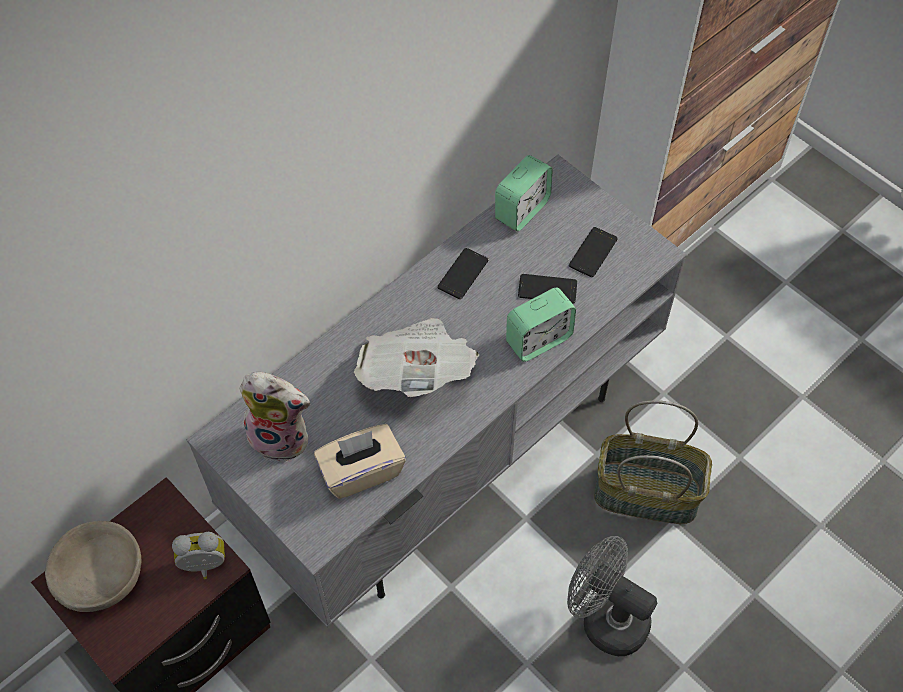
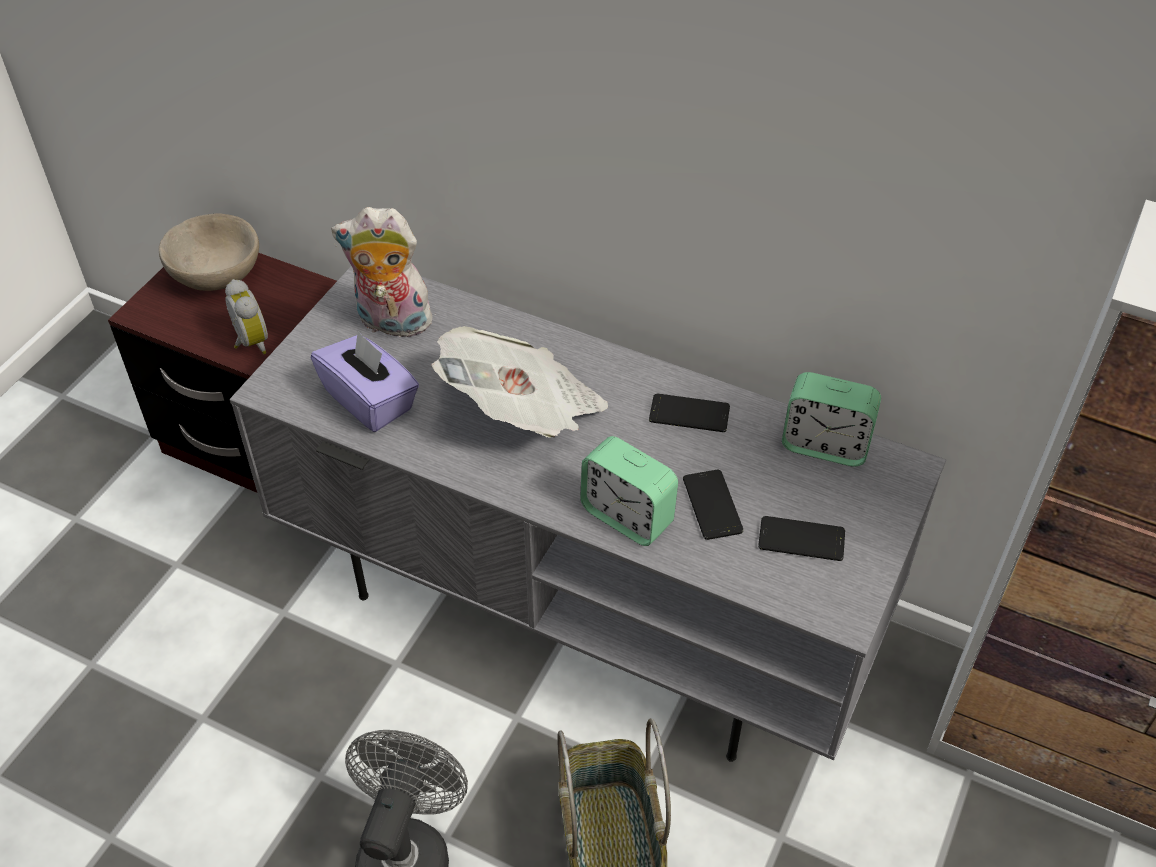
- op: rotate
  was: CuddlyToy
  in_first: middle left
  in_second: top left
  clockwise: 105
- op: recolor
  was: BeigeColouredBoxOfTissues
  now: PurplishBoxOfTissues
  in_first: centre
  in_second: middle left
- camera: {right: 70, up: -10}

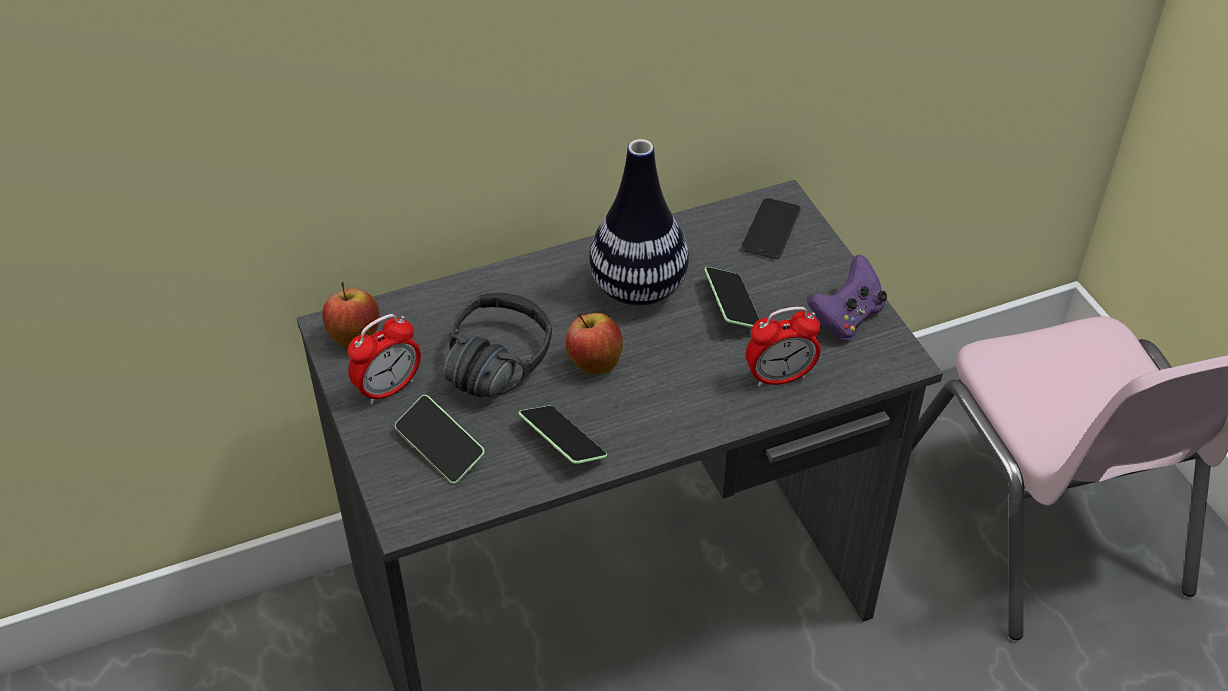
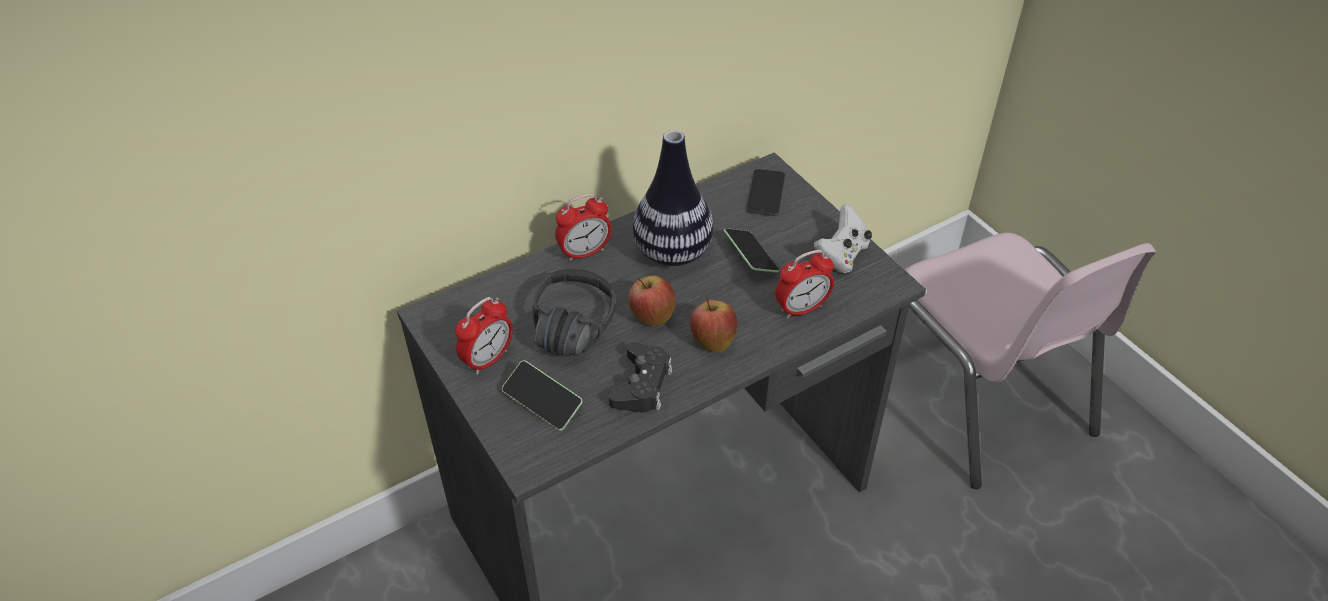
- op: move
  was: Apple (1st from left in the first image)
  now: Apple (2nd from left)
  in_first: middle left
  in_second: centre
- op: replace
  was: Handset (2nd from left)
  now: BlackJoypad
  in_first: centre
  in_second: centre
- op: recolor
  was: PurplishJoypad
  now: WhiteColouredJoypad
  in_first: middle right
  in_second: centre
- op: insert
  now: TableClock (2nd from left)
  in_second: centre
- camera: {right: -10, up: 0}

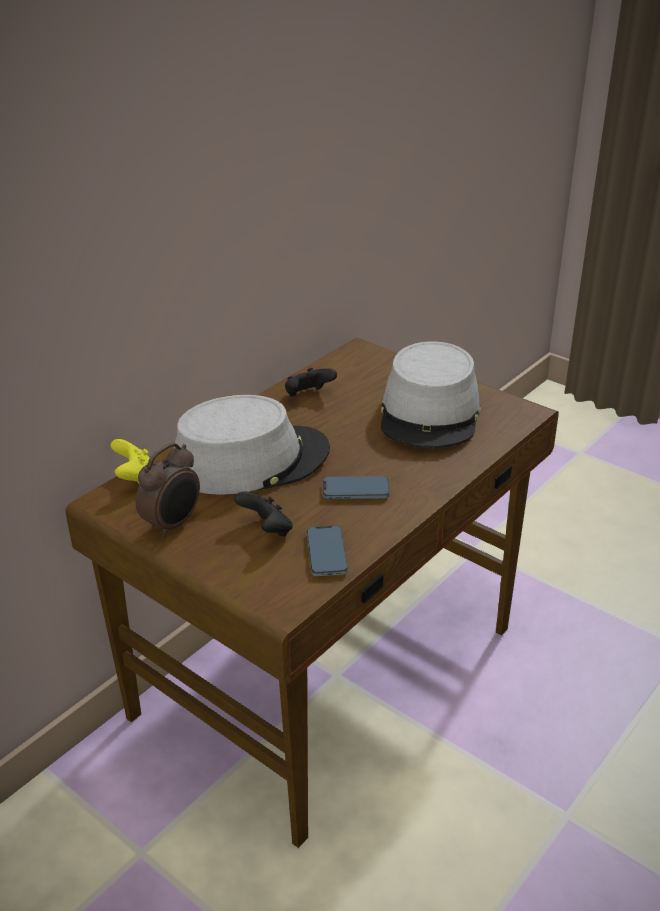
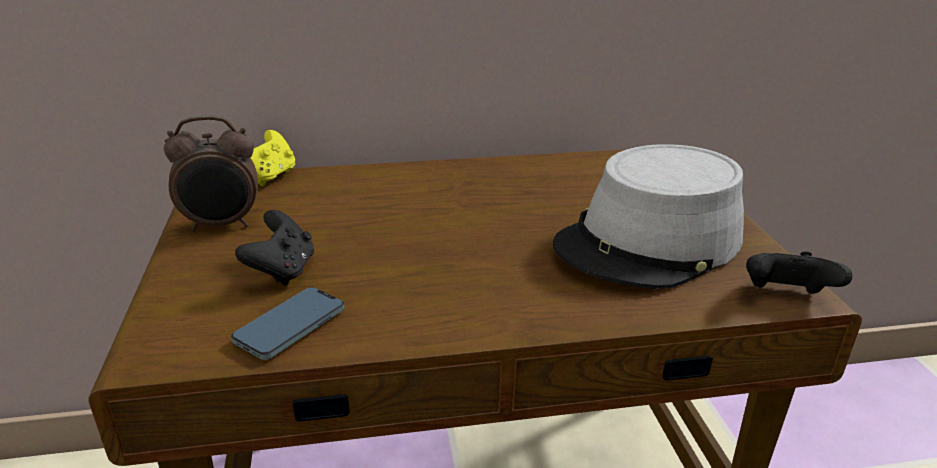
- op: delete
  was: GreyishHat (1st from left)
  in_first: centre
- op: move
  was: BlackJoypad (2nd from left)
  in_first: centre
  in_second: middle right
- op: delete
  was: Handset (2nd from left)
  in_first: centre
- camera: {right: 40, up: -5}

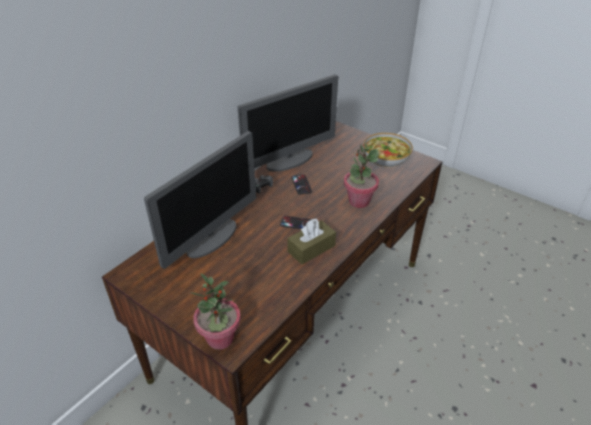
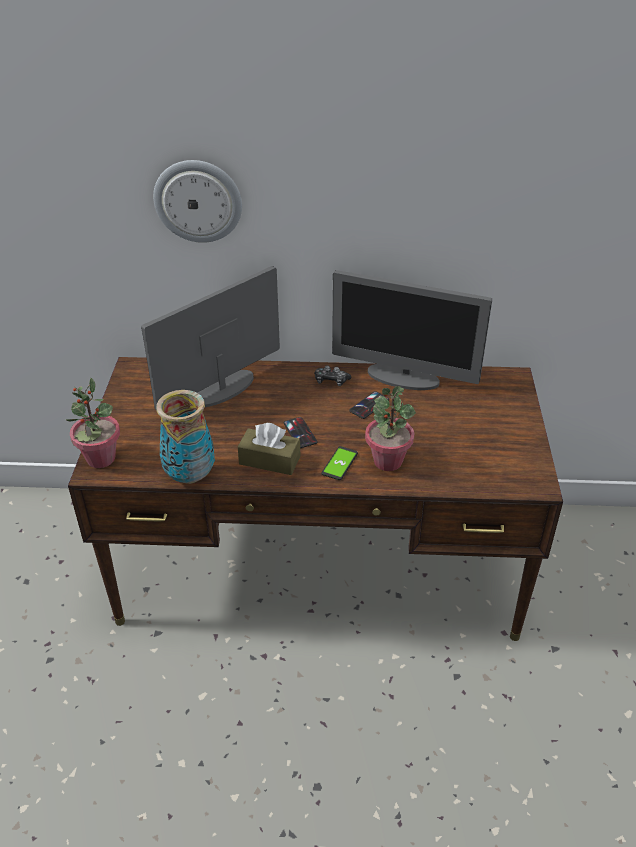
- op: rotate
  was: ComputerScreen (1st from left)
  in_first: centre
  in_second: middle left
  clockwise: 135
- op: delete
  was: ServingBowl
  in_first: centre
- op: insert
  now: HangingClock
  in_second: top left
- op: insert
  now: FlowerVase
  in_second: middle left
- op: insert
  now: Handset (2nd from left)
  in_second: centre
- camera: {right: 55, up: 0}

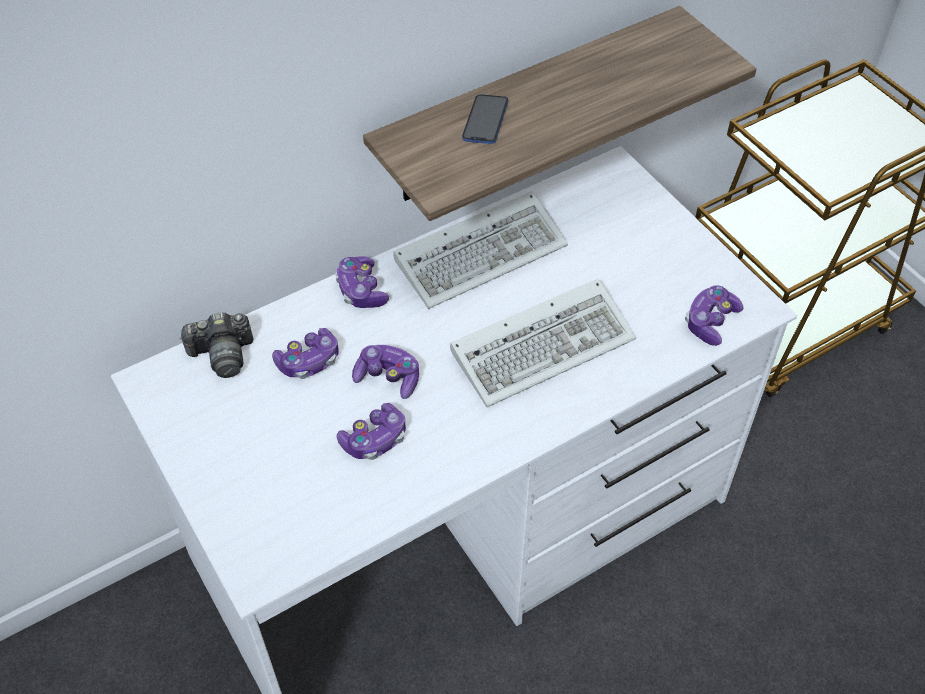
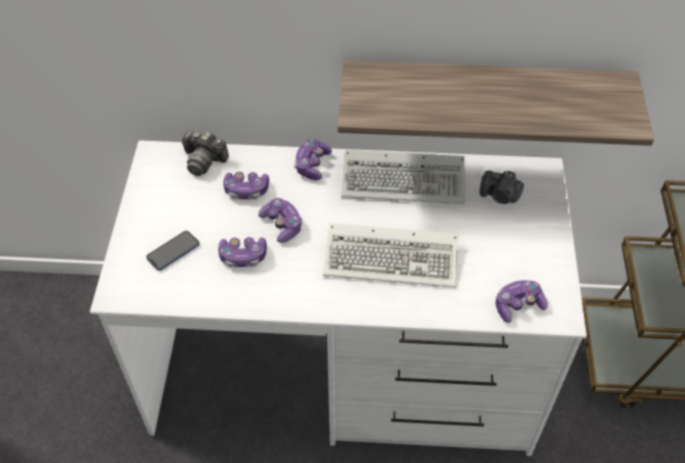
- op: move
  was: Handset
  in_first: top centre
  in_second: middle left
- op: insert
  now: PhotoCamera (2nd from left)
  in_second: middle right
- camera: {right: 35, up: 0}

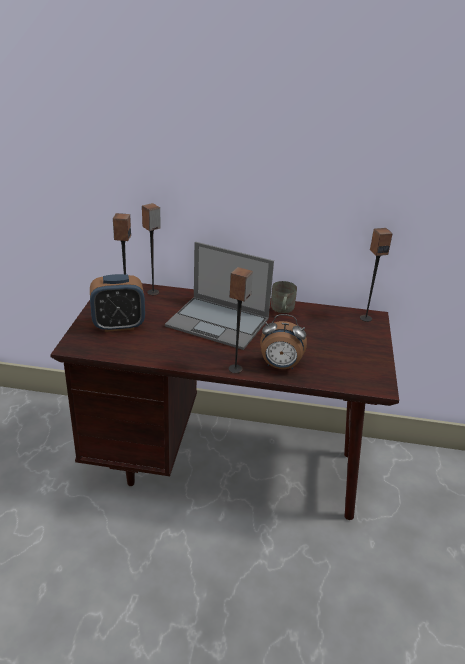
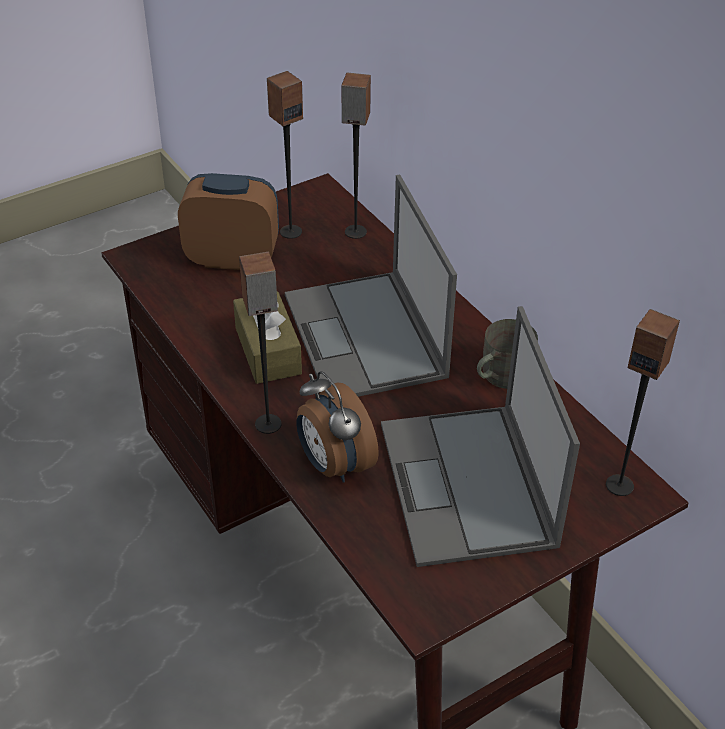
- op: rotate
  was: TableClock (1st from left)
  in_first: middle left
  in_second: top left
  clockwise: 150
- op: insert
  now: BrownColouredBoxOfTissues
  in_second: centre
- op: insert
  now: PortableComputer (2nd from left)
  in_second: centre
- camera: {right: 50, up: 10}

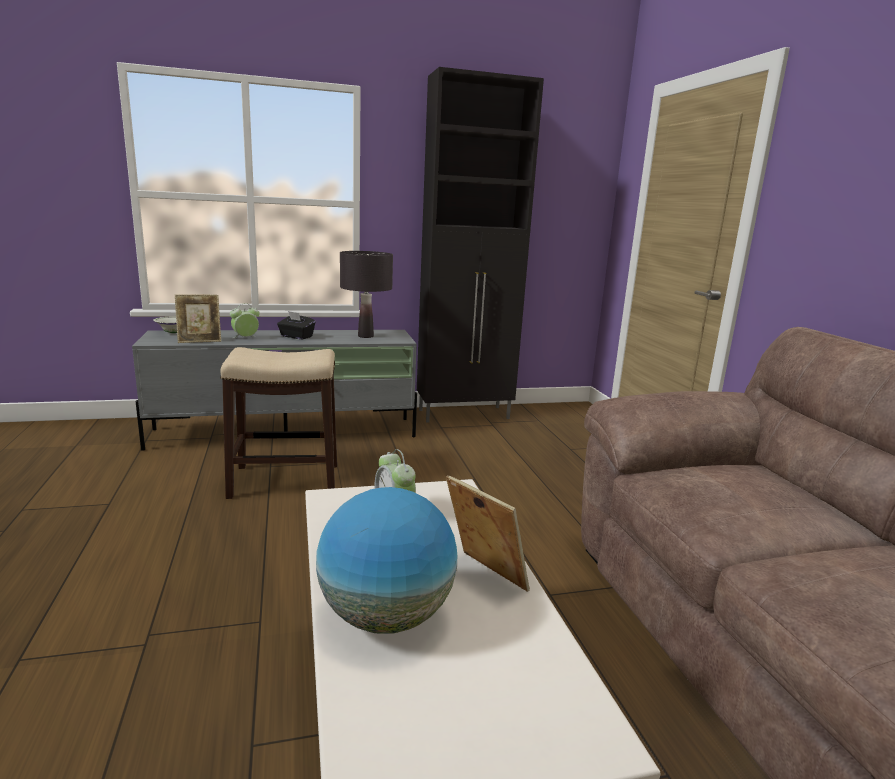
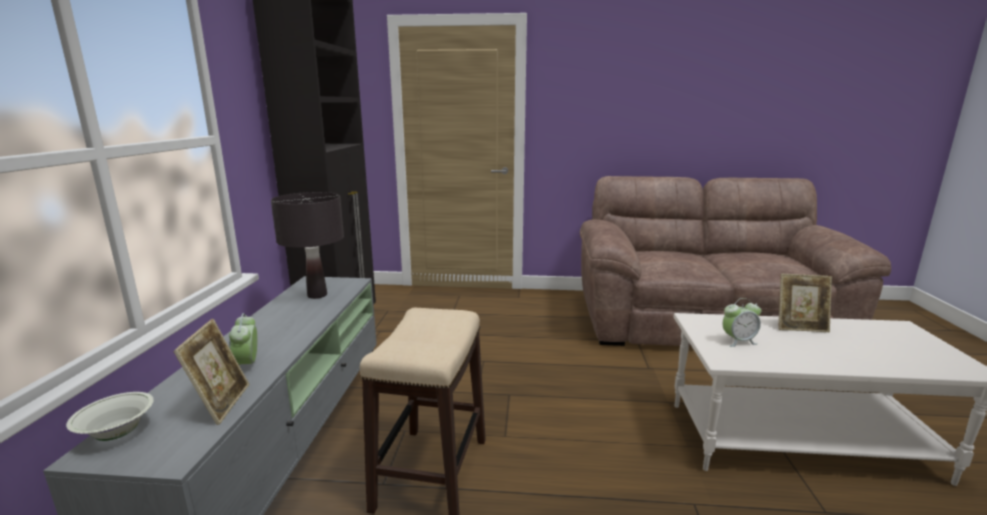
- op: delete
  was: BlackBoxOfTissues
  in_first: middle left
- op: delete
  was: Globe
  in_first: bottom centre
- op: rotate
  was: PictureFrame (2nd from left)
  in_first: bottom centre
  in_second: middle right
  clockwise: -150
- camera: {right: -70, up: 0}

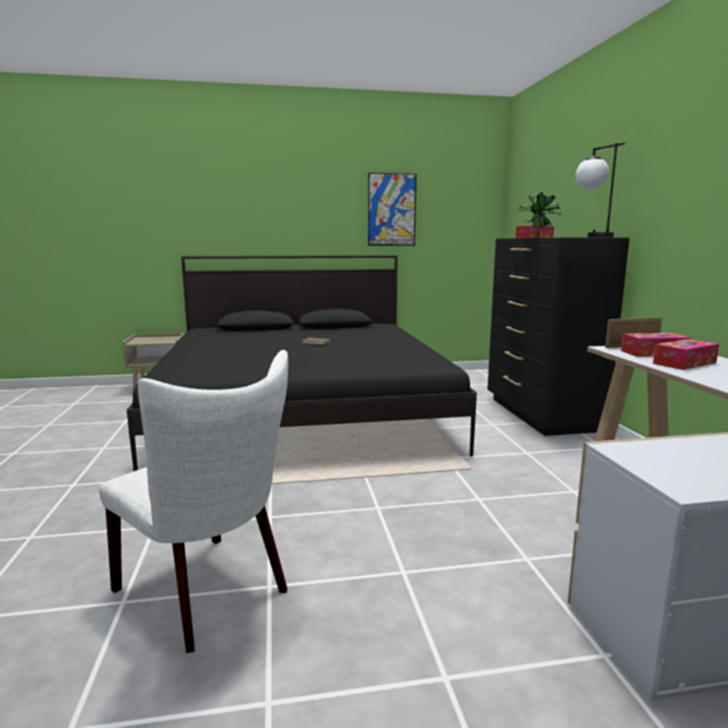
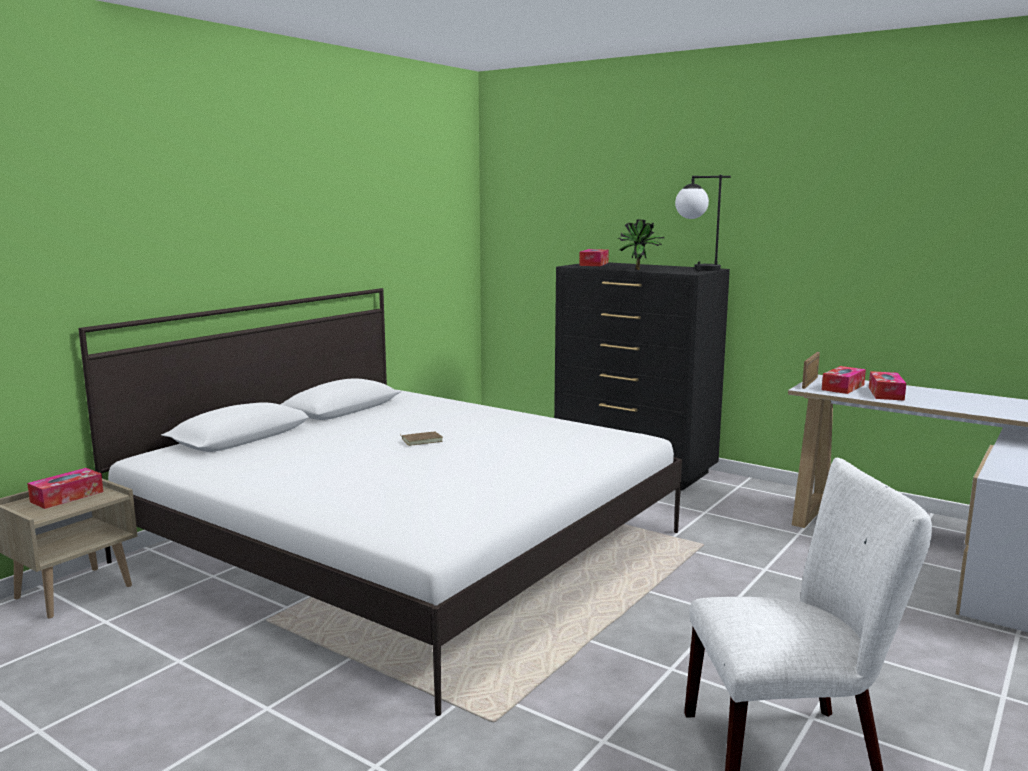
- op: recolor
  was: BlackSleepingBed
  now: WhiteColouredSleepingBed
  in_first: centre
  in_second: centre
- op: delete
  was: WallArt
  in_first: top centre
- op: insert
  now: BoxOfTissues (1st from left)
  in_second: middle left
- camera: {right: -45, up: 0}

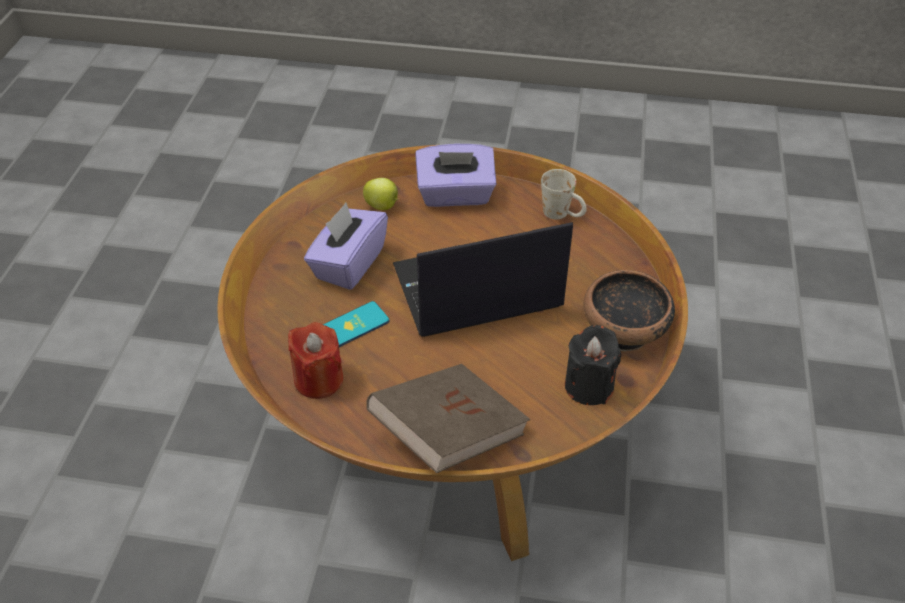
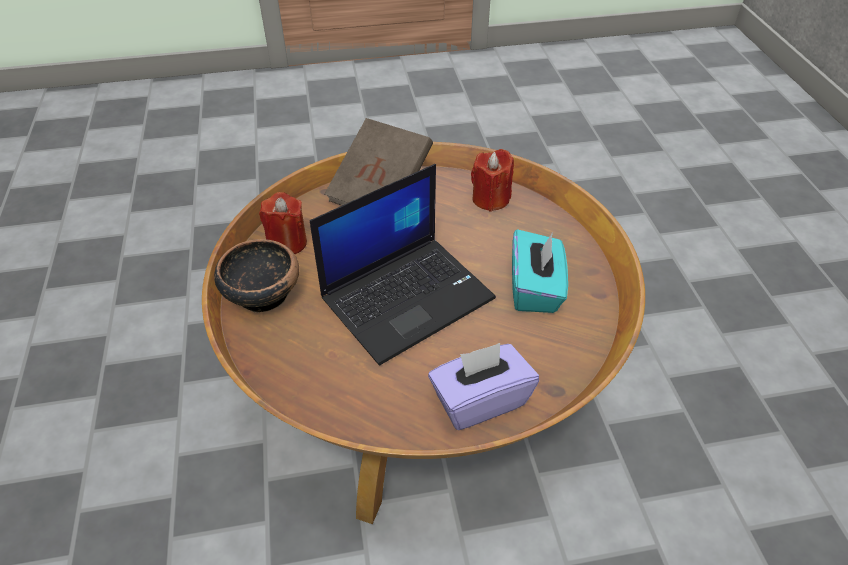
- op: recolor
  was: PurplishBoxOfTissues (1st from left)
  now: TurquoiseColouredBoxOfTissues
  in_first: centre
  in_second: centre
- op: delete
  was: Handset
  in_first: centre
- op: delete
  was: Apple
  in_first: top centre
- op: delete
  was: WhiteColouredTeaMug
  in_first: top centre
- op: recolor
  was: BlackWaxLight
  now: RedWaxLight (1st from left)
  in_first: centre
  in_second: centre
- camera: {right: 160, up: 0}

